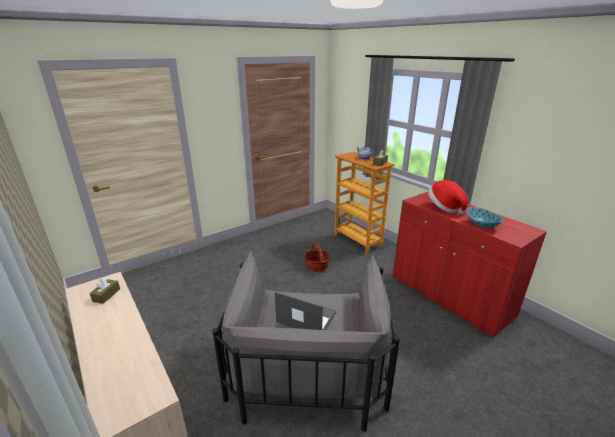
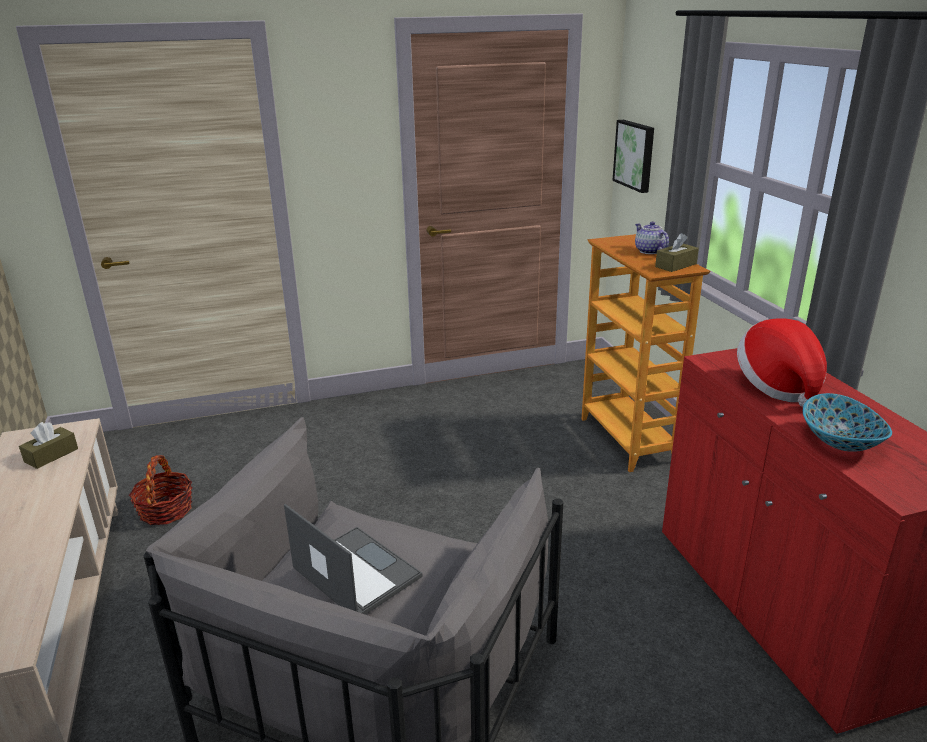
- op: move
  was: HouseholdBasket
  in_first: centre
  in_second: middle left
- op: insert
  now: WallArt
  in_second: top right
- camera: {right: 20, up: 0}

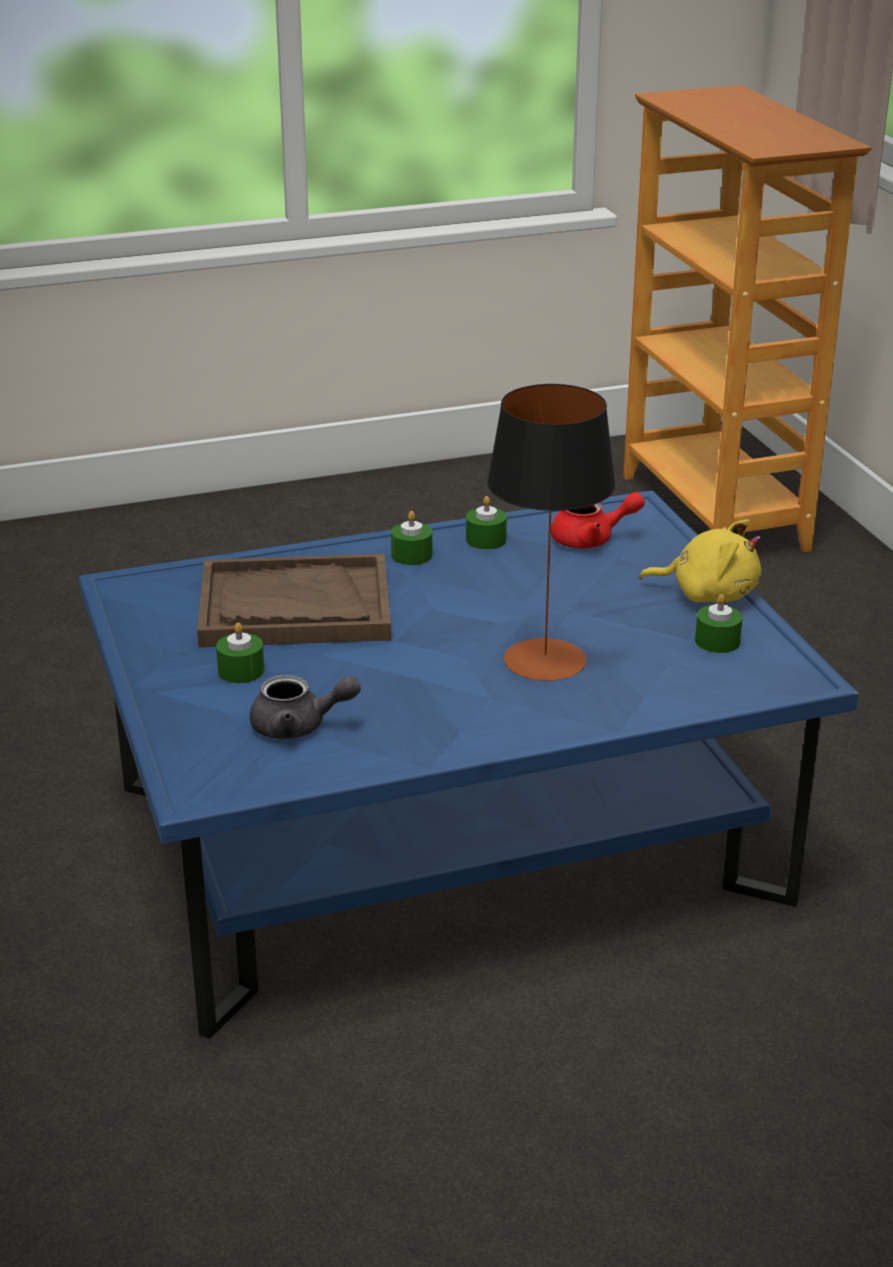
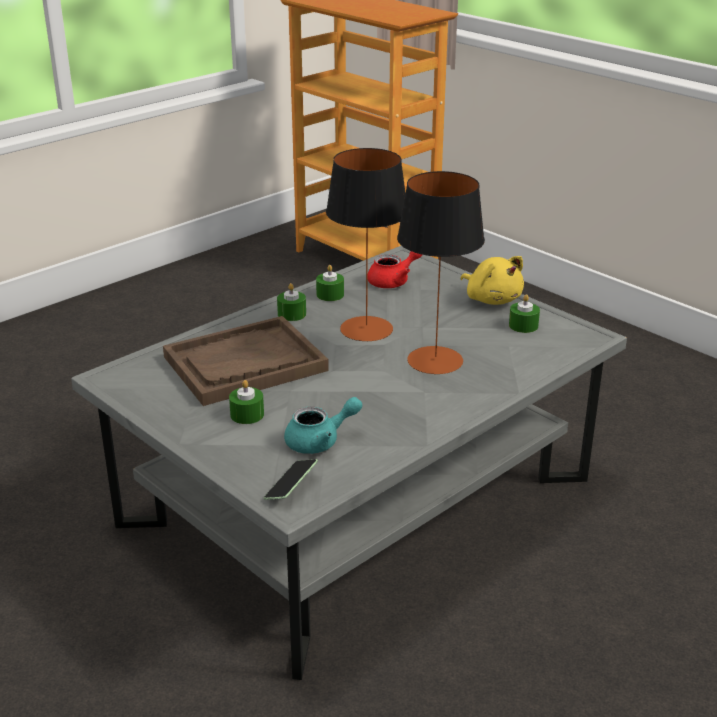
- op: recolor
  was: BluishLoungeTable
  now: GreyishLoungeTable
  in_first: centre
  in_second: centre
- op: recolor
  was: GreyishTeapot
  now: TurquoiseColouredTeapot
  in_first: centre
  in_second: centre
- op: rotate
  was: YellowishCuddlyToy
  in_first: middle right
  in_second: middle right
  clockwise: 60
- op: insert
  now: Handset
  in_second: bottom centre
- op: insert
  now: LampForATable (1st from left)
  in_second: centre
- camera: {right: -25, up: 0}

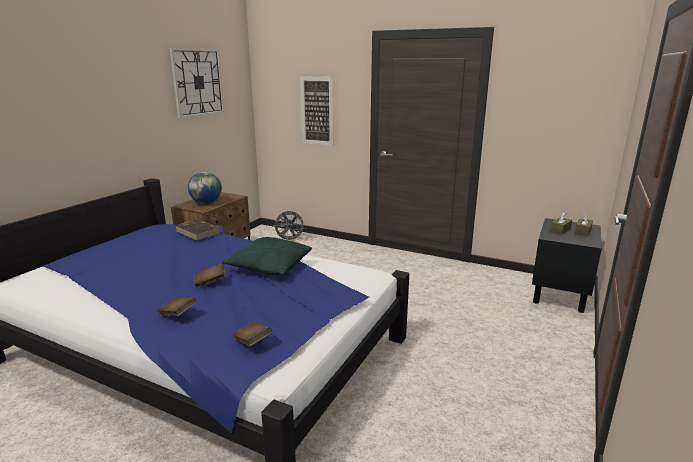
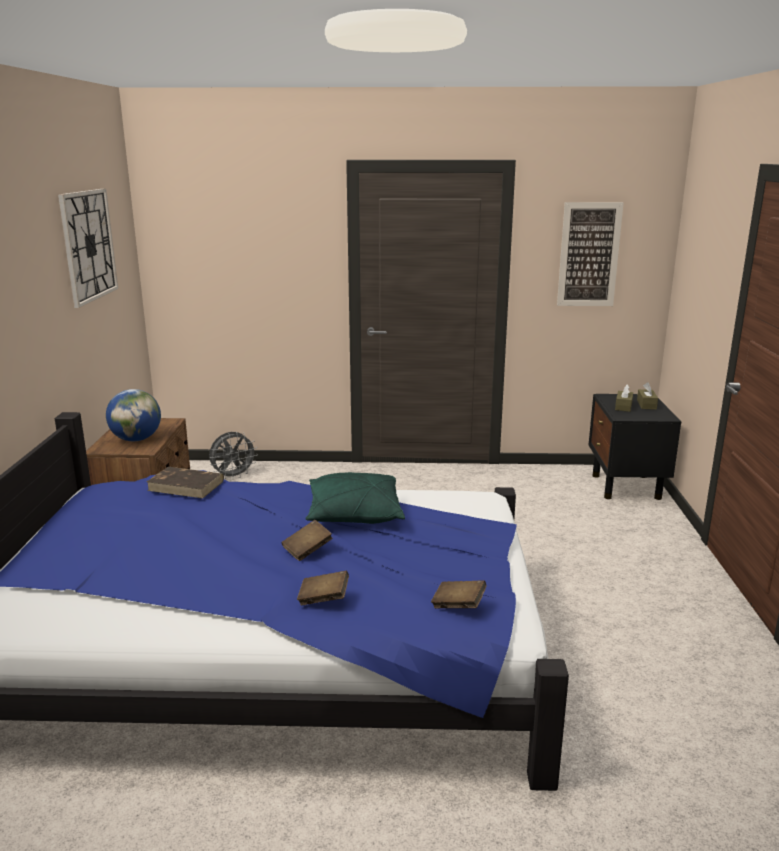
- op: move
  was: WallArt
  in_first: top centre
  in_second: top right
- camera: {right: -25, up: 0}

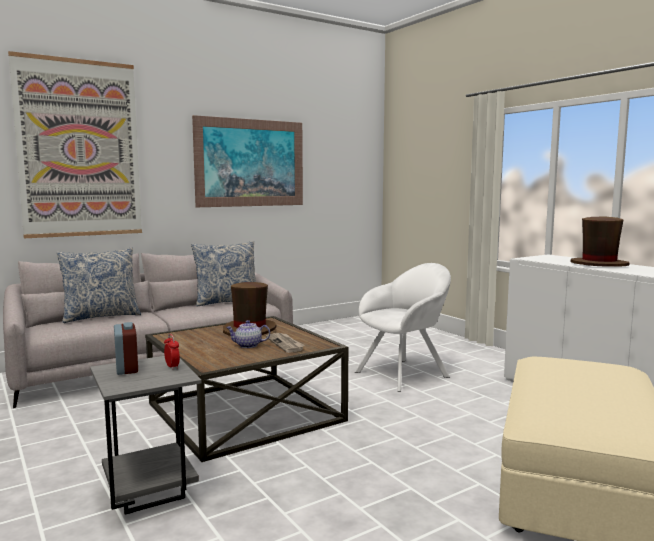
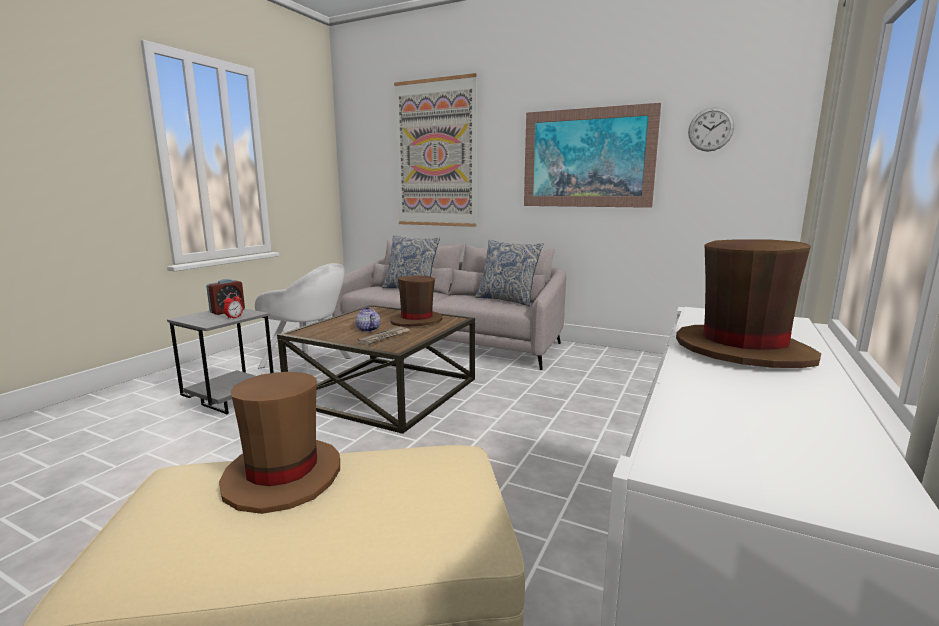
- op: move
  was: WhiteColouredEasyChair
  in_first: centre
  in_second: middle left
- op: insert
  now: BrownColouredHat (1st from left)
  in_second: bottom left
- op: insert
  now: HangingClock
  in_second: top right
- camera: {right: 60, up: 5}

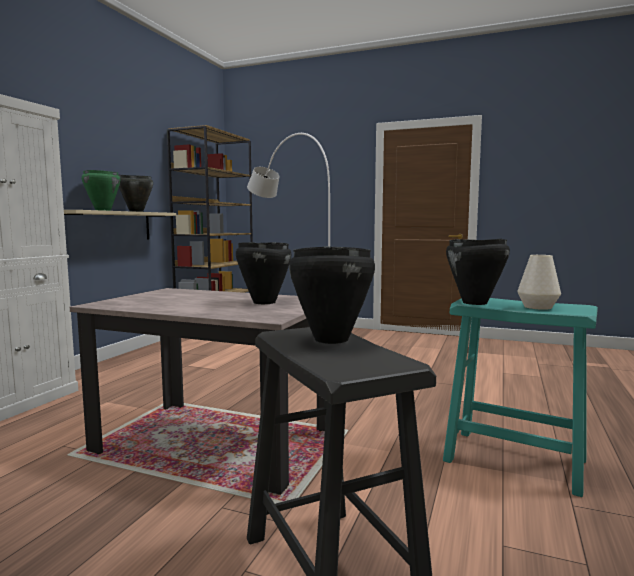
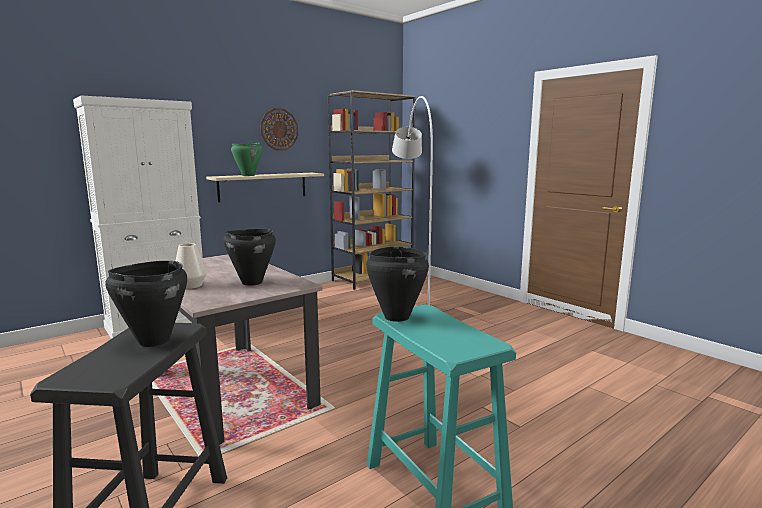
- op: delete
  was: BlackCookingPot (1st from left)
  in_first: middle left
- op: move
  was: WhiteColouredFlowerVase
  in_first: middle right
  in_second: middle left
- op: insert
  now: HangingClock
  in_second: top centre
- camera: {right: 30, up: 5}

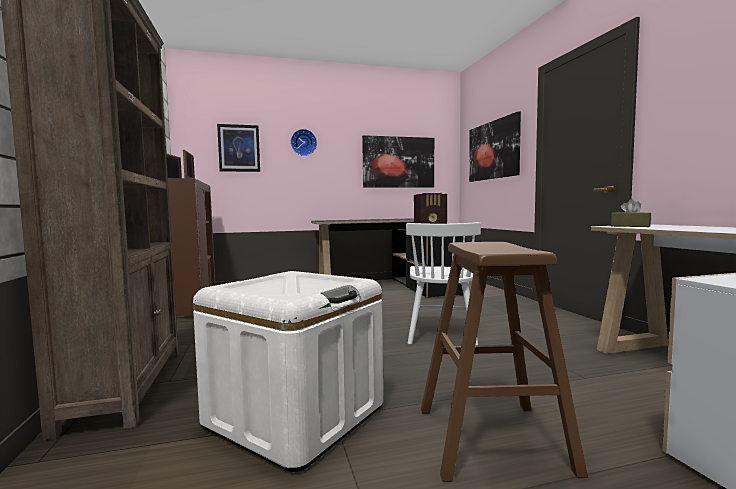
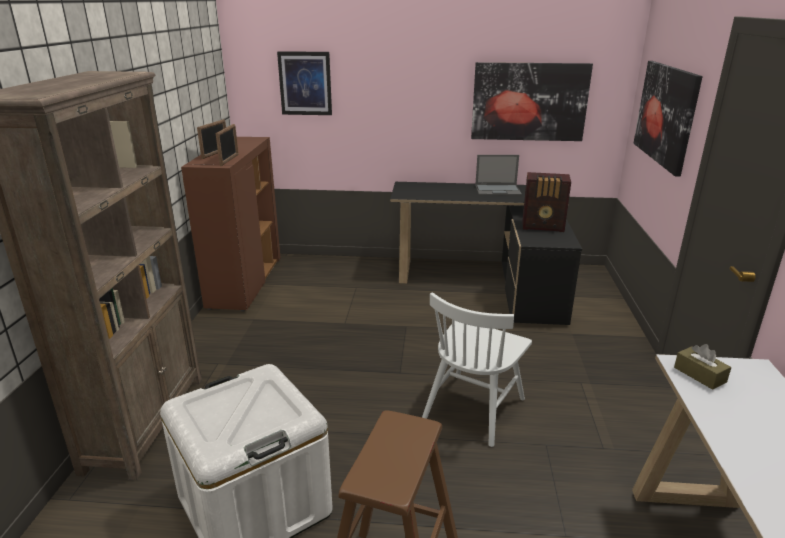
- op: delete
  was: HangingClock
  in_first: top centre
- op: insert
  now: PortableComputer
  in_second: top centre
- camera: {right: 20, up: 20}

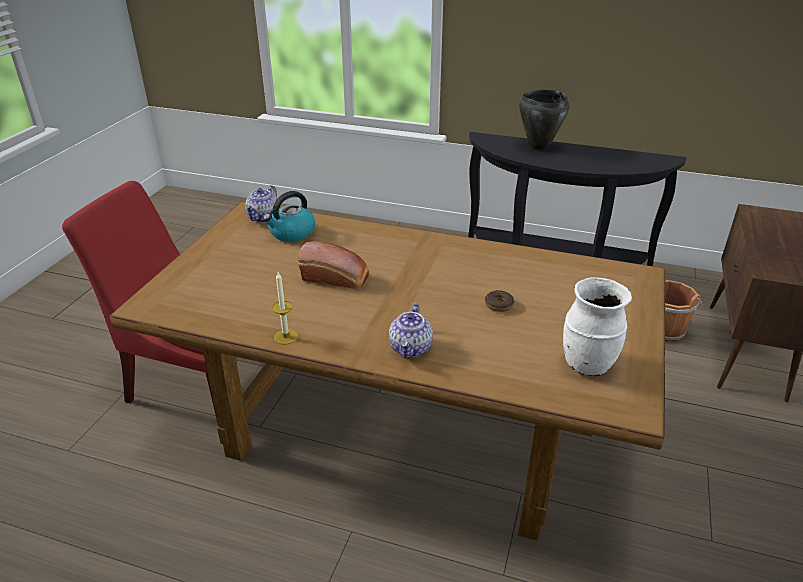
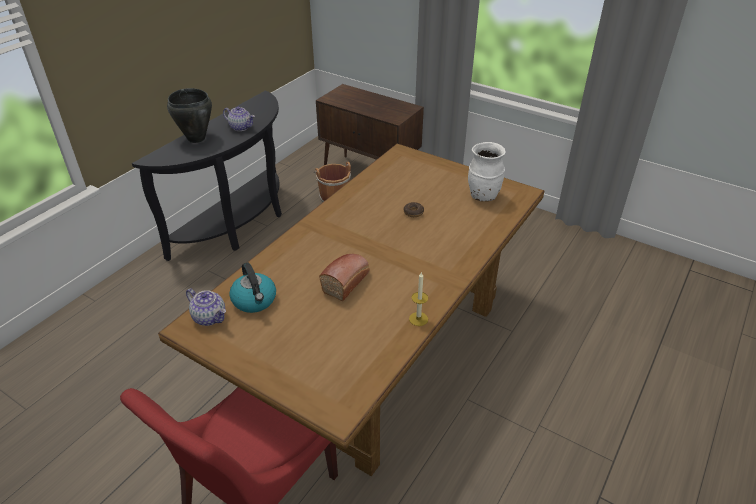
- op: move
  was: Teapot (2nd from left)
  in_first: centre
  in_second: top left
- camera: {right: -75, up: 5}

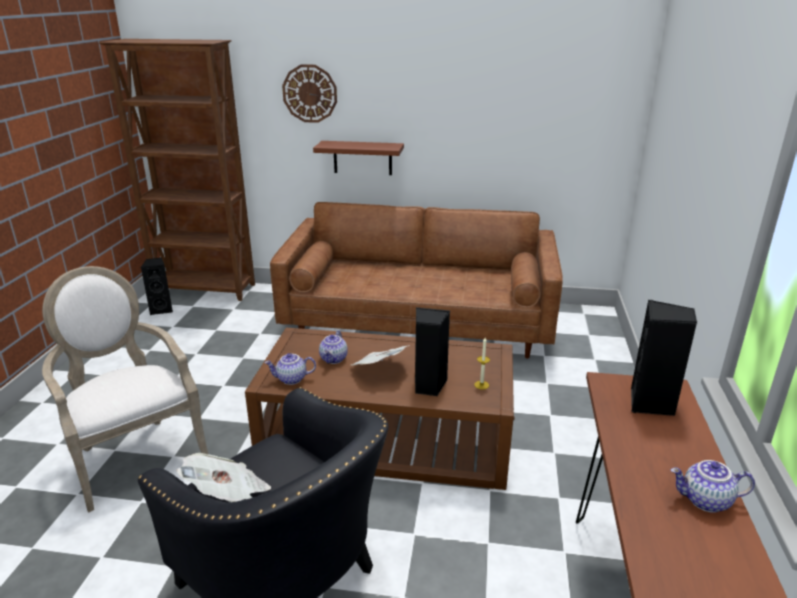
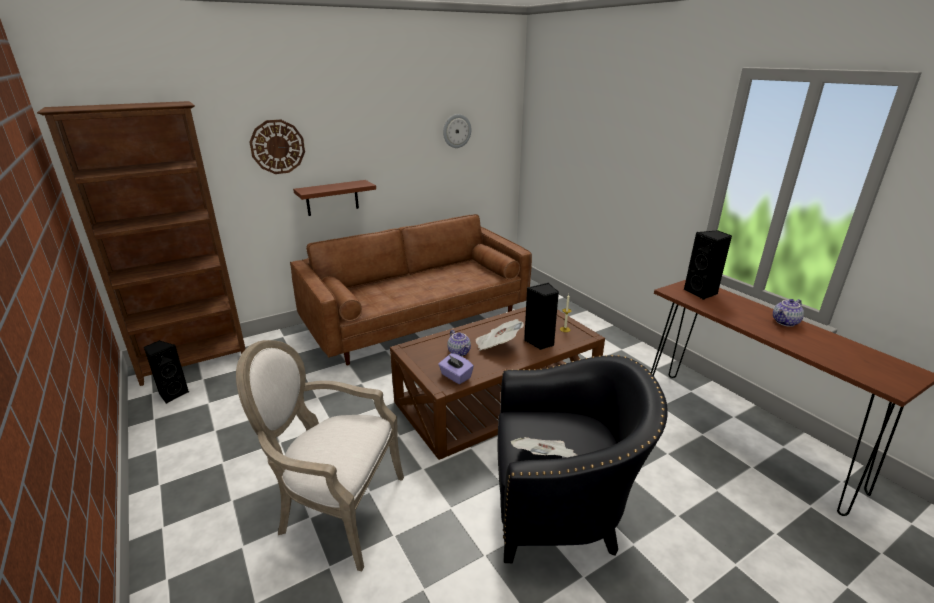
- op: replace
  was: Teapot (1st from left)
  now: PurplishBoxOfTissues
  in_first: centre
  in_second: centre
- op: insert
  now: HangingClock (2nd from left)
  in_second: top centre
- camera: {right: -40, up: 0}

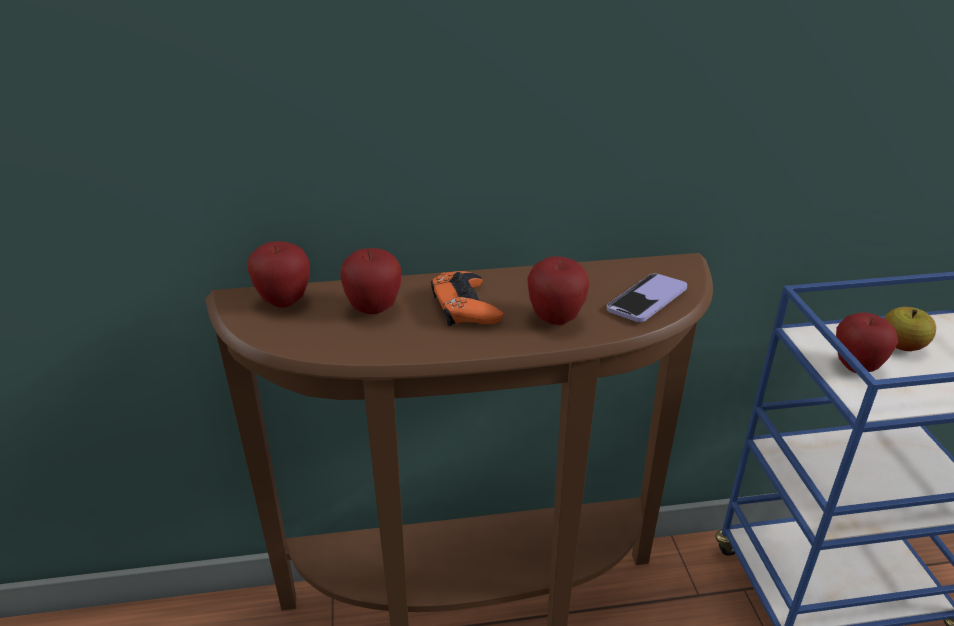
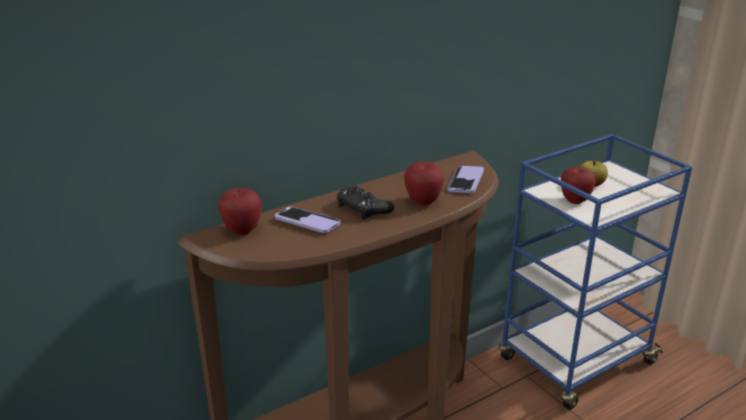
- op: replace
  was: Apple (2nd from left)
  now: Handset (1st from left)
  in_first: centre
  in_second: centre
- op: recolor
  was: OrangeColouredJoypad
  now: BlackJoypad
  in_first: centre
  in_second: centre
- camera: {right: -25, up: -5}

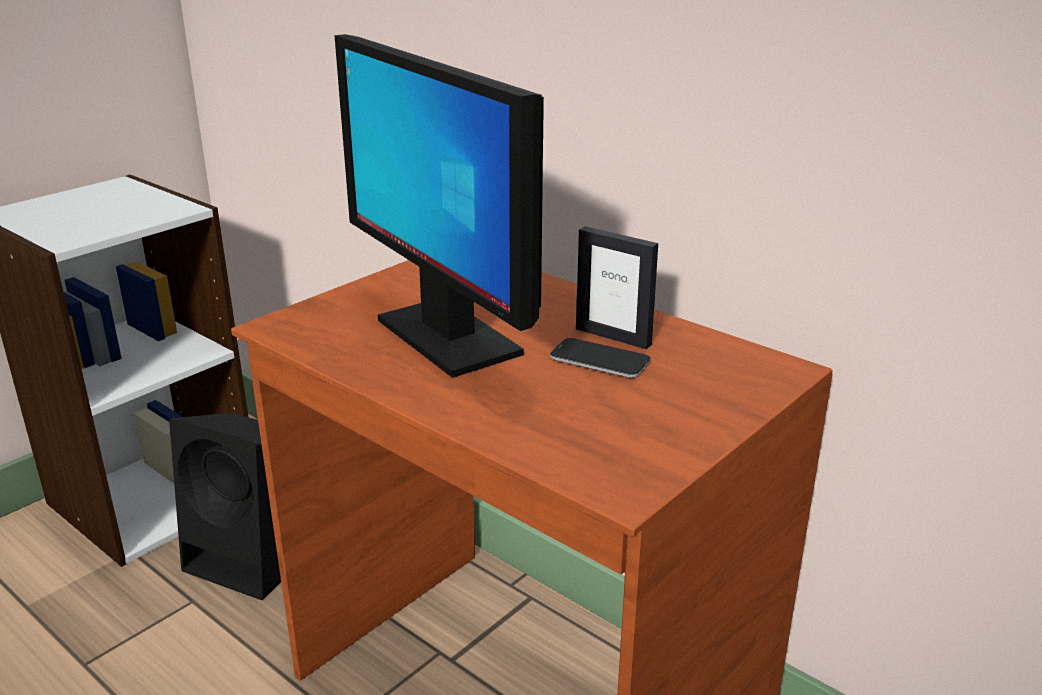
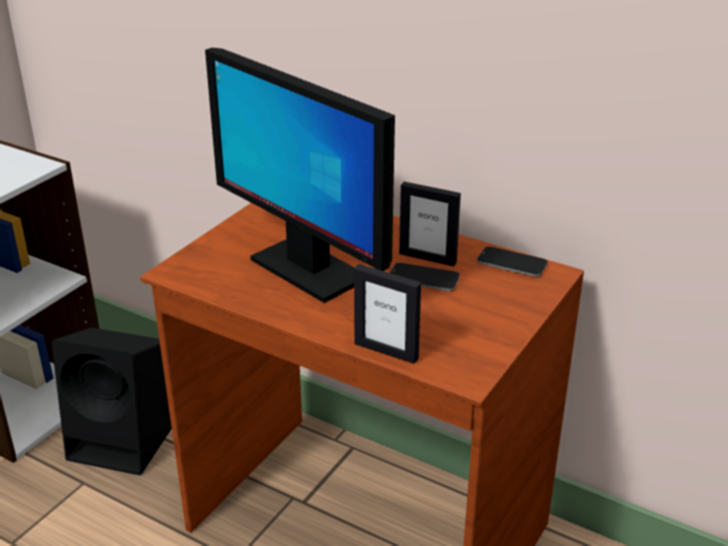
- op: insert
  now: PictureFrame (1st from left)
  in_second: centre
- op: insert
  now: Handset (2nd from left)
  in_second: middle right
- camera: {right: -10, up: 5}

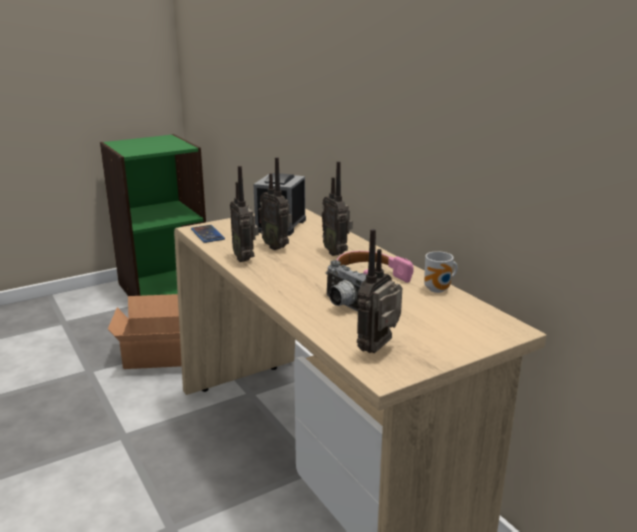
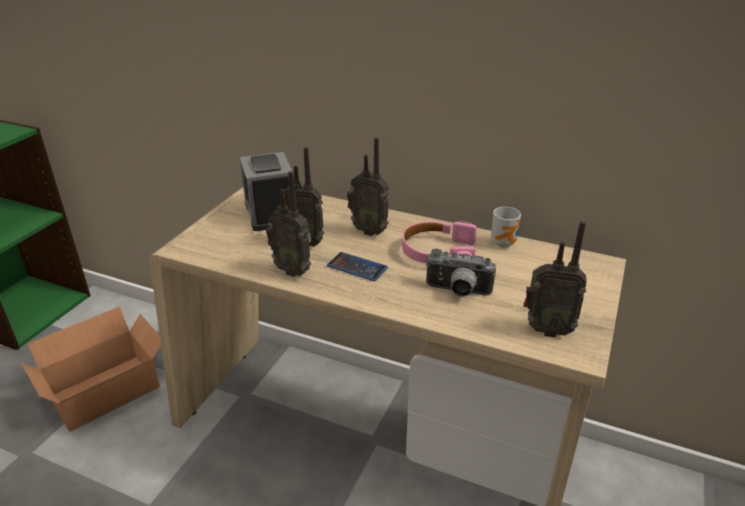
- op: move
  was: Handset
  in_first: middle left
  in_second: centre
- op: rotate
  was: Radio (4th from left)
  in_first: centre
  in_second: middle right
  clockwise: -75
- camera: {right: -35, up: 10}

